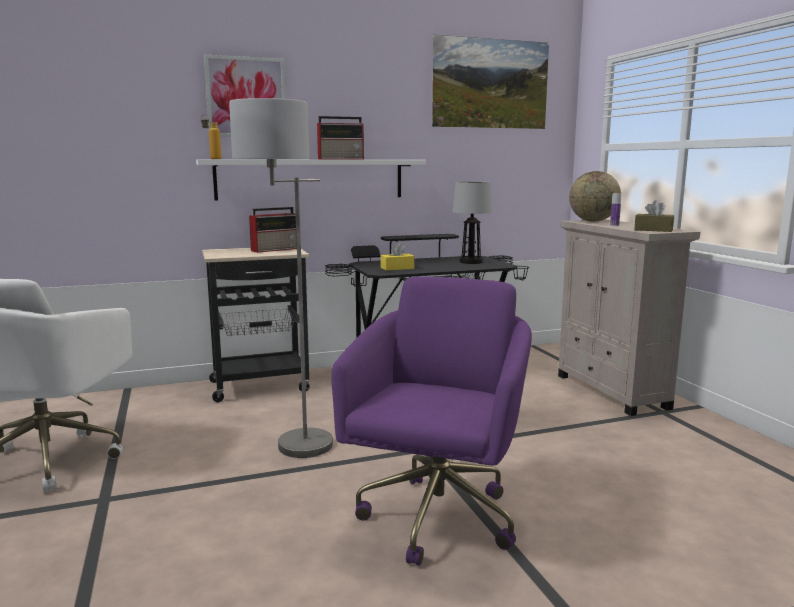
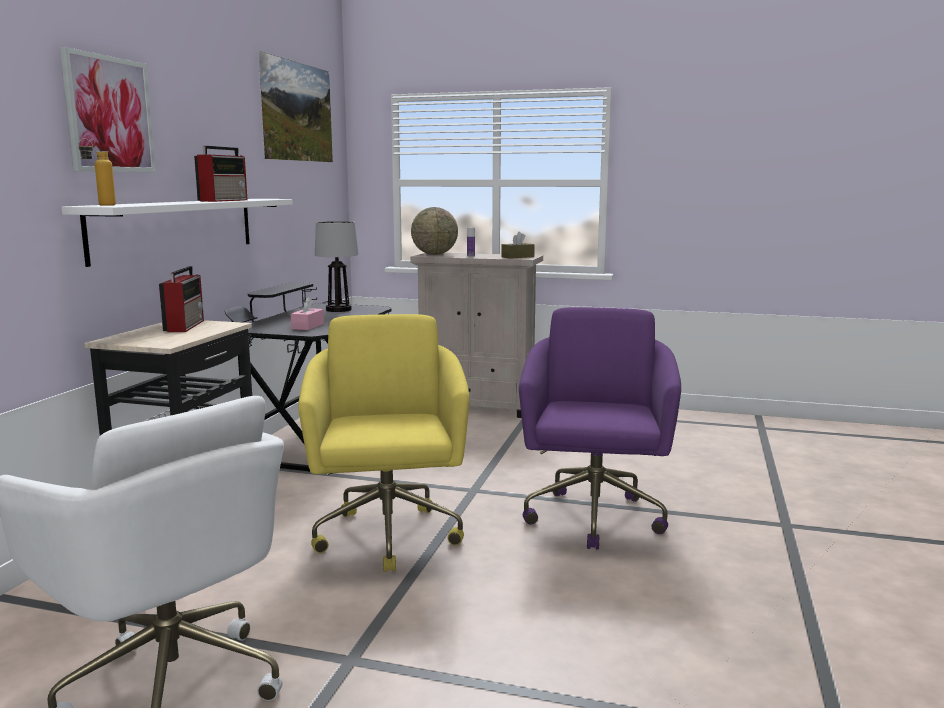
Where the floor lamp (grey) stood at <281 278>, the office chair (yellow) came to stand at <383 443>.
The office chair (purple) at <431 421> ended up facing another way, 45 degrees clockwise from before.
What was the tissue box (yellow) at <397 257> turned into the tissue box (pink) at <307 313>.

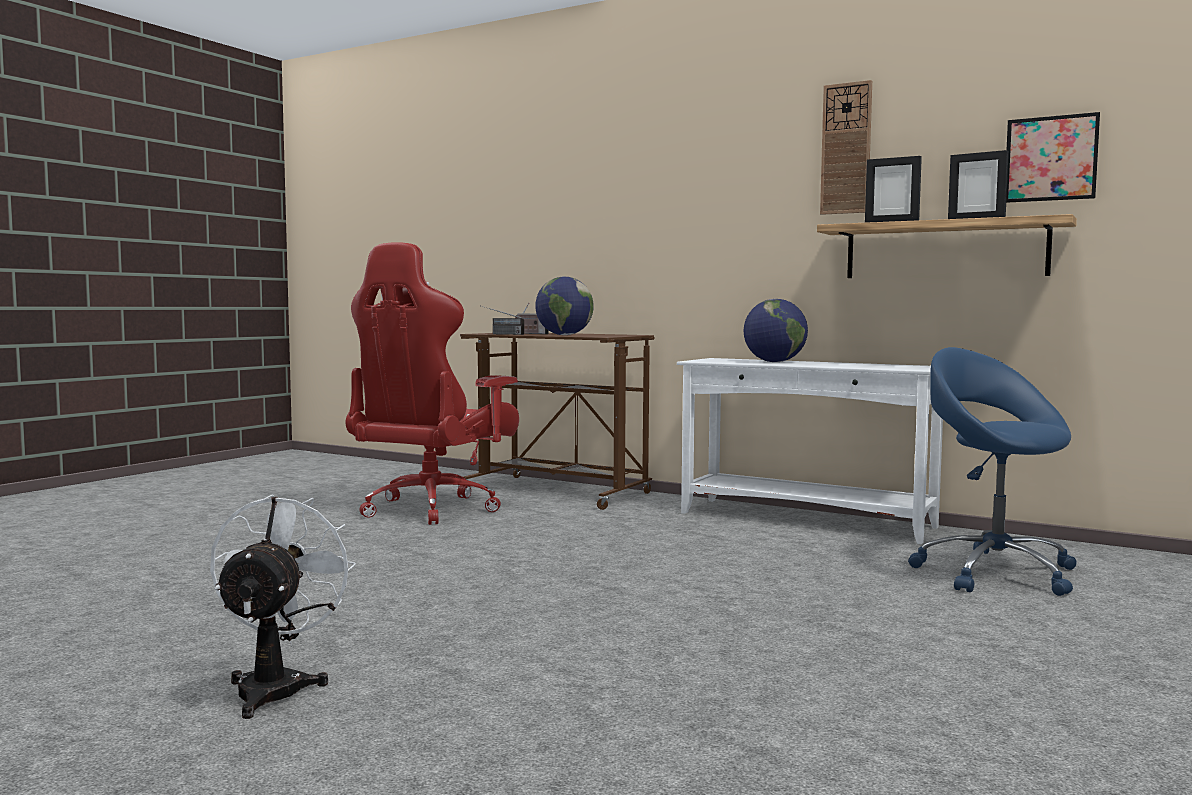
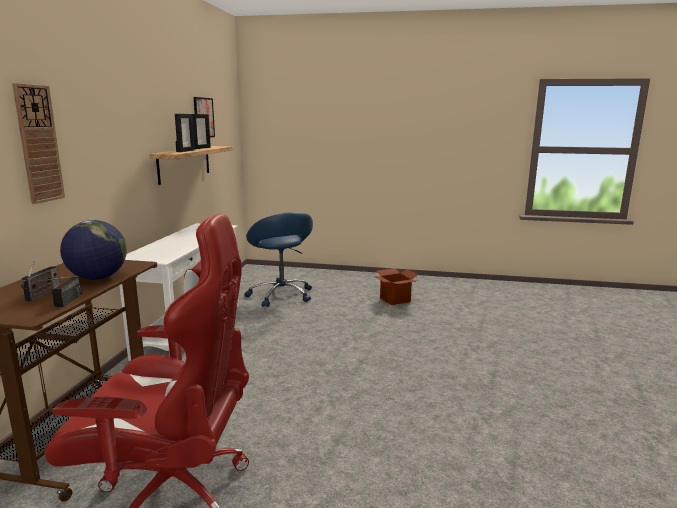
The second view lost the fan (white) at <283 607>.
The second view lost the globe at <776 330>.
The wall clock ended up elsewhere, having gone from <846 147> to <38 143>.
The office chair (blue) at <992 471> ended up facing another way, 60 degrees counterclockwise from before.
The second view gained the cardboard box at <396 286>.

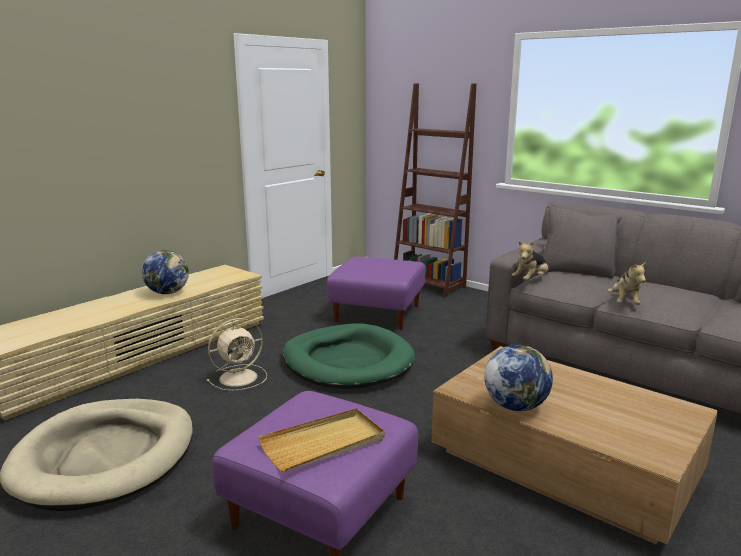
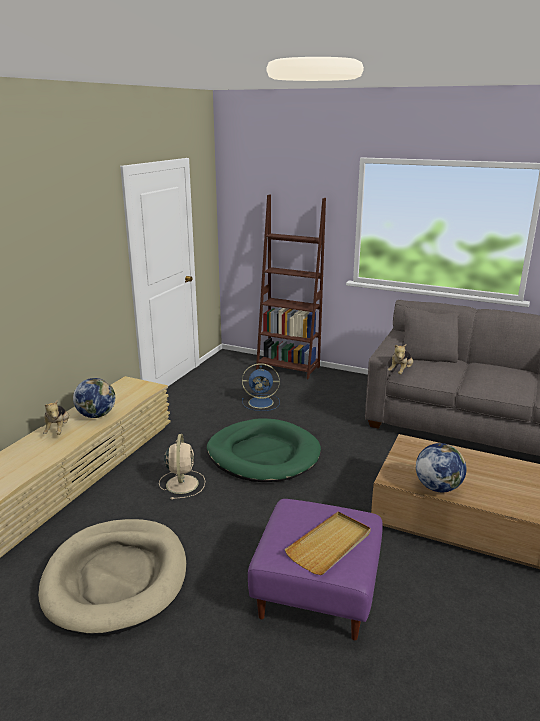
The fan (beige) at <237 354> ended up facing another way, 45 degrees counterclockwise from before.
Where the ottoman (purple) stood at <376 293>, the fan (blue) came to stand at <261 387>.
The plush toy ended up elsewhere, having gone from <627 283> to <56 417>.

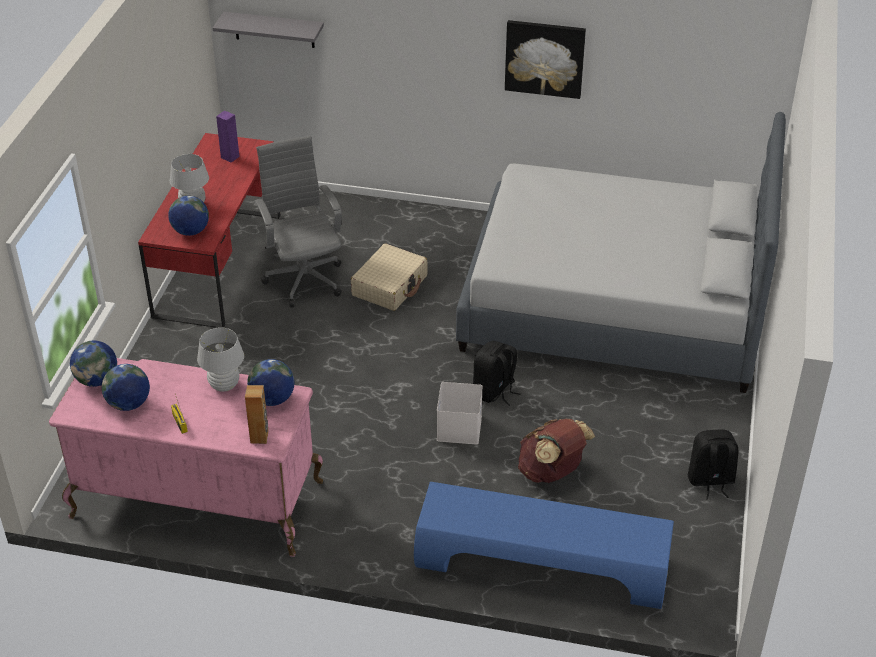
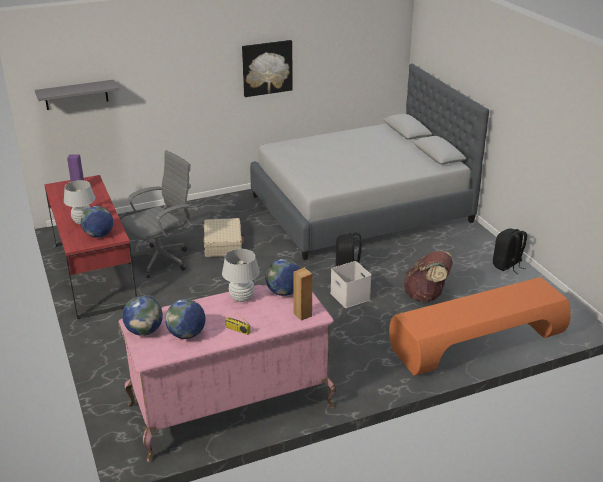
The office chair (grey) at <298 221> ended up facing another way, 105 degrees clockwise from before.
What was the bench (blue) at <544 545> turned into the bench (orange) at <480 326>.

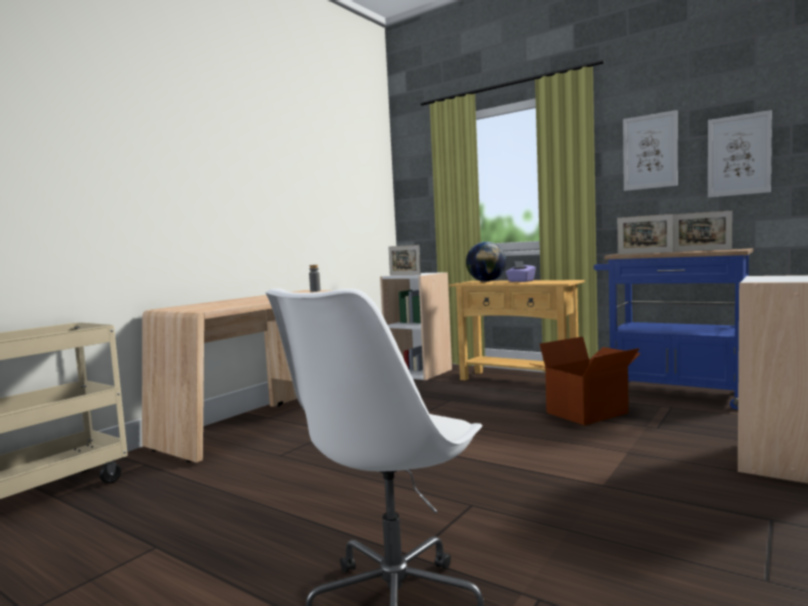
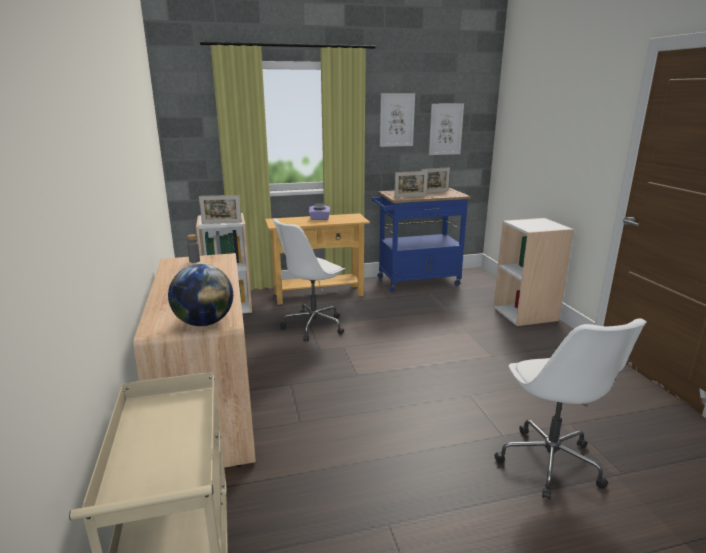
The globe ended up elsewhere, having gone from <486 262> to <200 295>.
The second view lost the cardboard box at <586 380>.
The second view gained the office chair (white) at <308 279>.

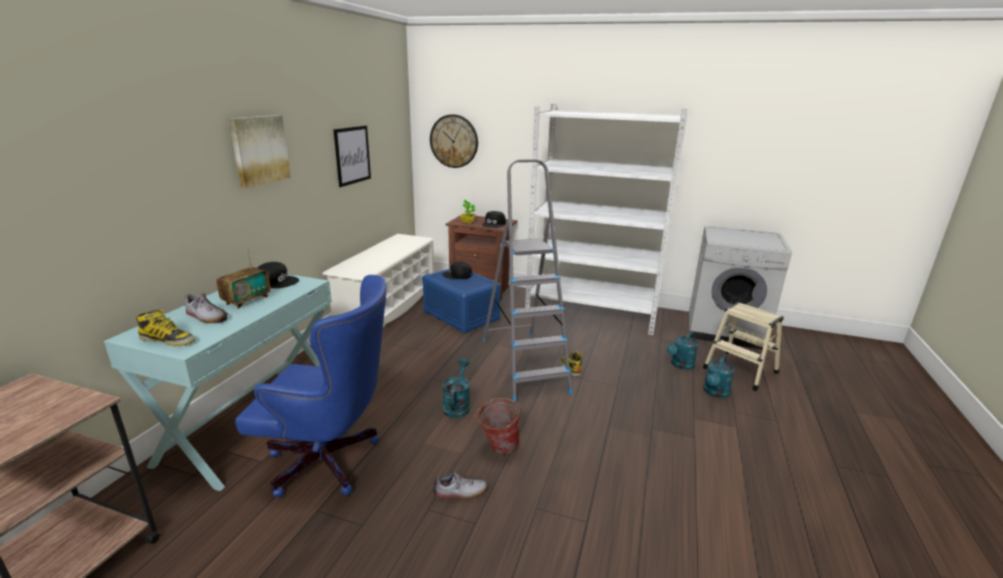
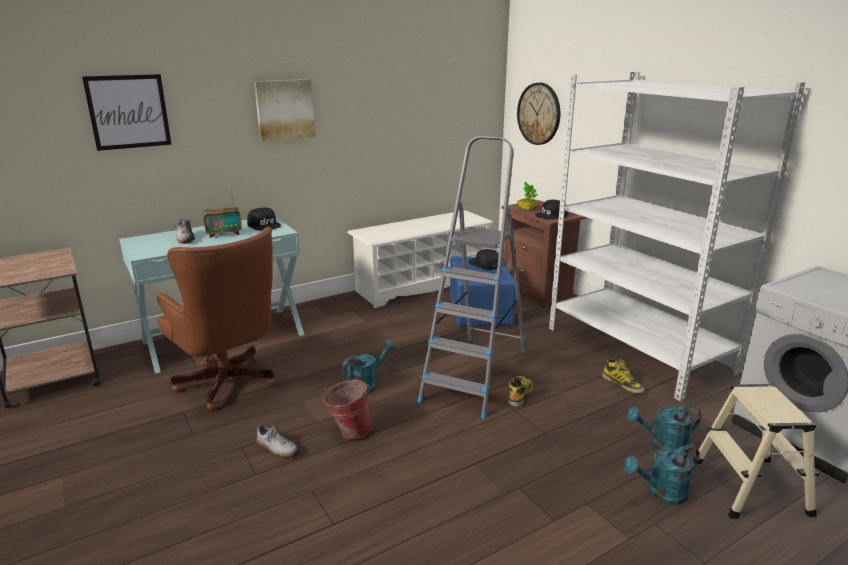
The boot ended up elsewhere, having gone from <165 327> to <623 376>.
What was the office chair (blue) at <310 386> turned into the office chair (brown) at <216 319>.
The picture ended up elsewhere, having gone from <352 156> to <127 112>.

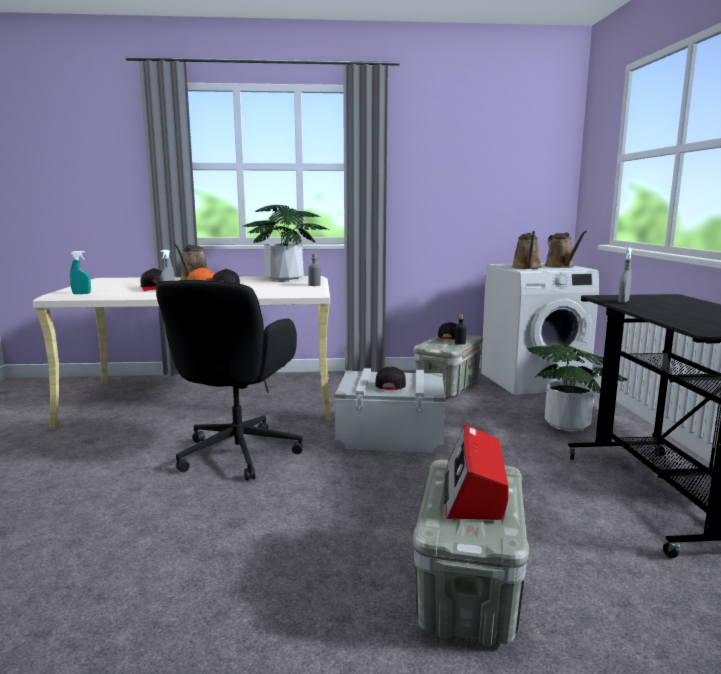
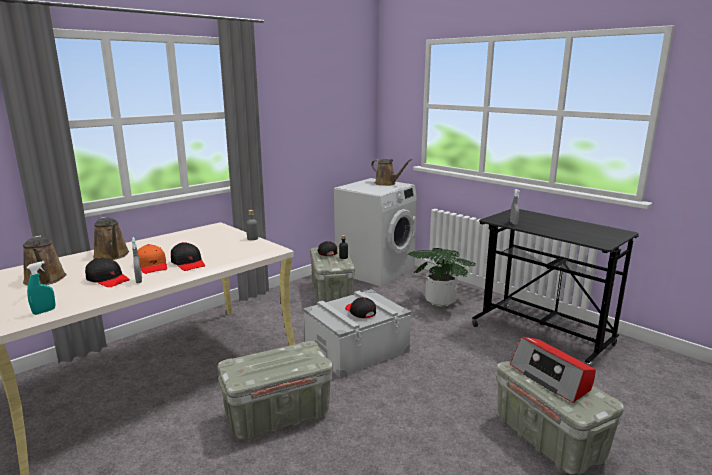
Where the office chair (black) stood at <229 380>, the storage box (grey) came to stand at <275 390>.
The second view lost the potted plant at <287 243>.
The watering can (brown) ended up elsewhere, having gone from <526 250> to <44 260>.

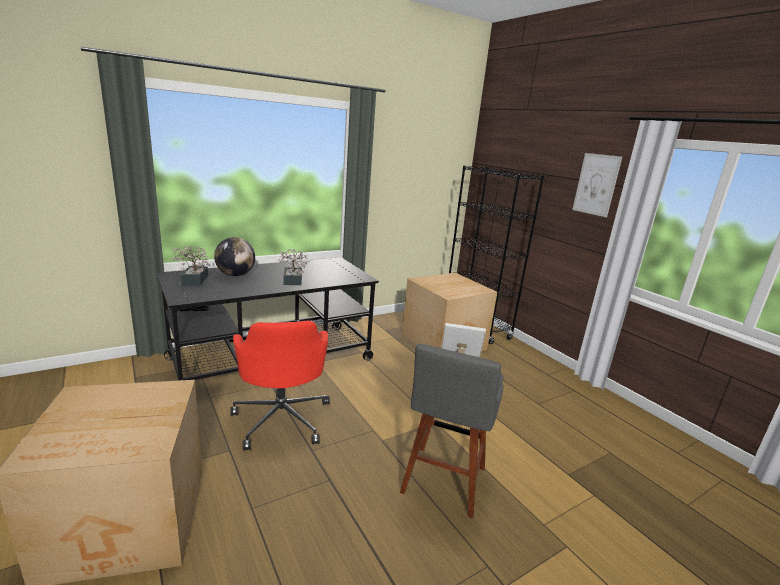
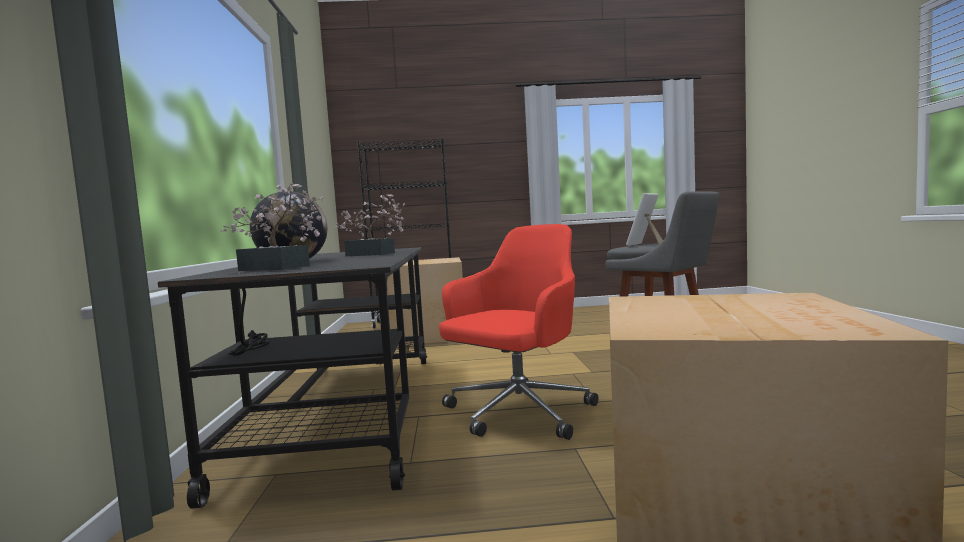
The office chair (red) at <280 385> ended up facing another way, 60 degrees counterclockwise from before.
The second view lost the picture at <597 185>.

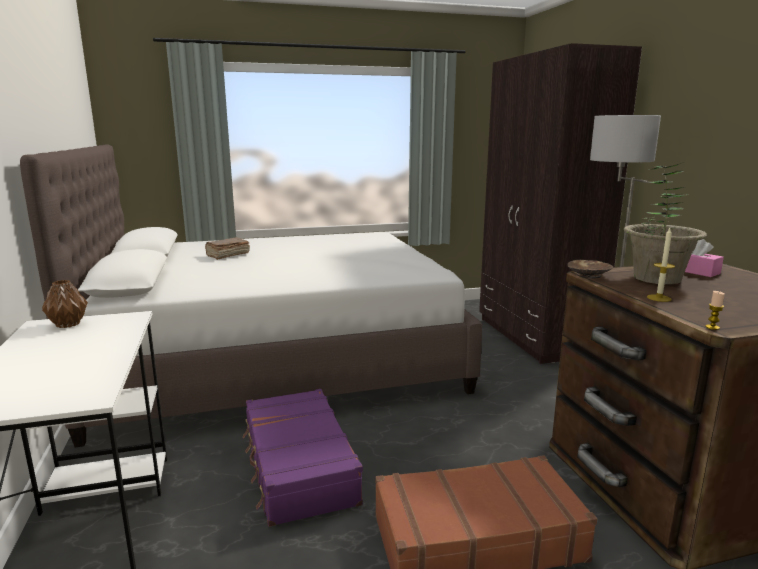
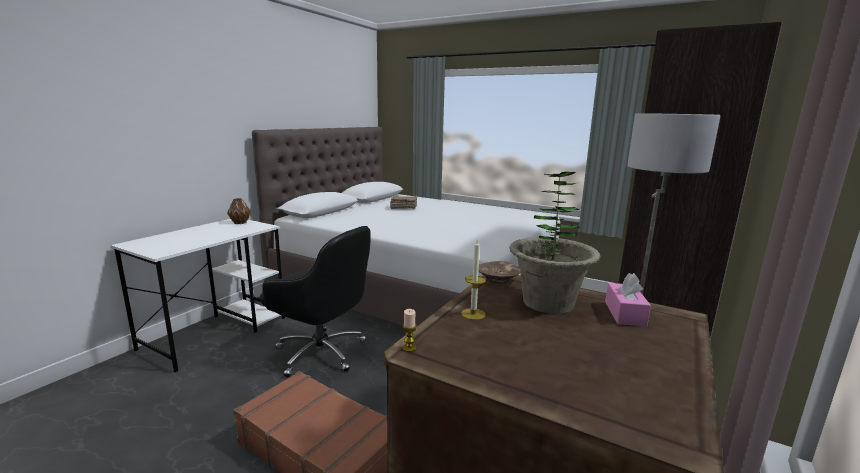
Where the suitcase (purple) stood at <303 458>, the office chair (black) came to stand at <315 301>.

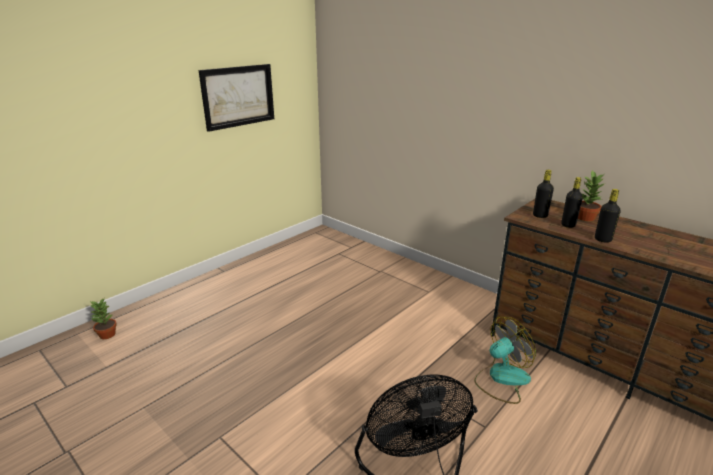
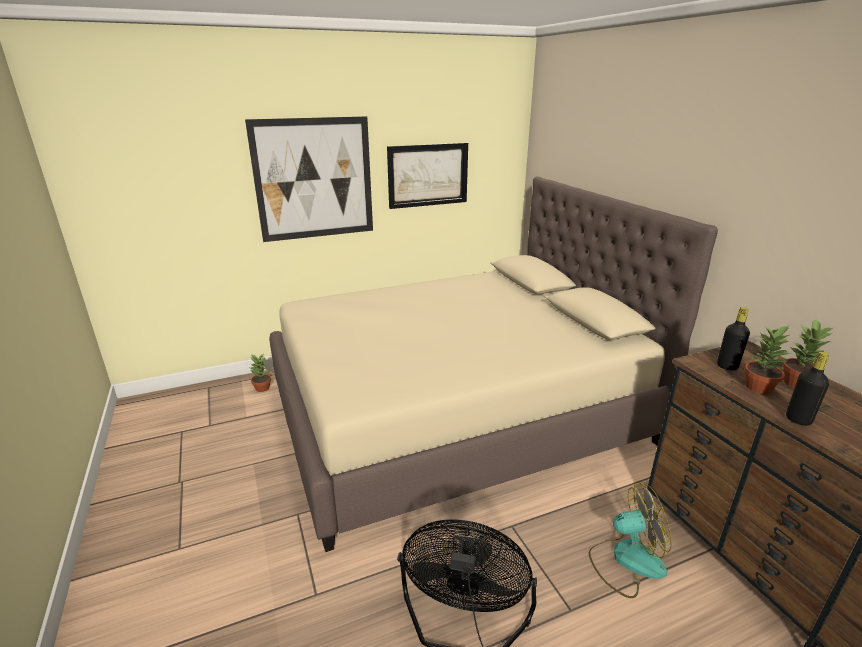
Where the bottle (black) stood at <572 202>, the potted plant came to stand at <767 360>.
The second view gained the picture at <309 179>.
The second view gained the bed (beige) at <493 364>.

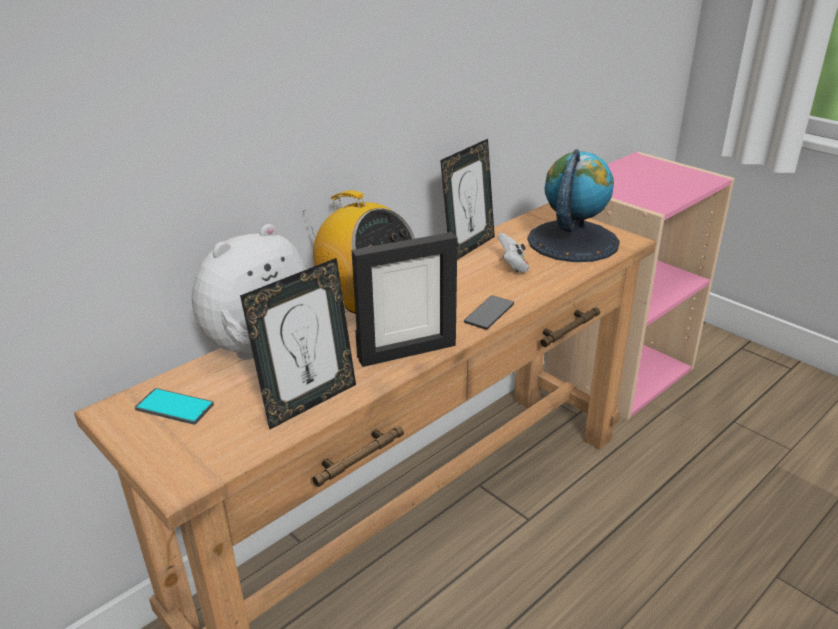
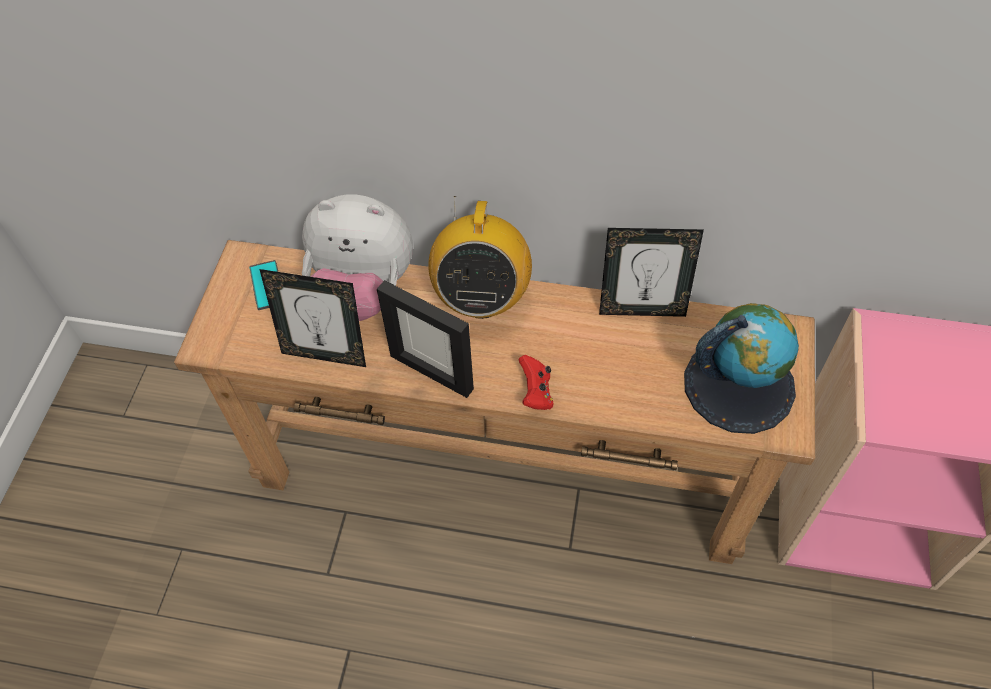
Where the phone stood at <489 312>, the game controller (red) came to stand at <535 382>.
The second view lost the game controller (white) at <513 252>.

